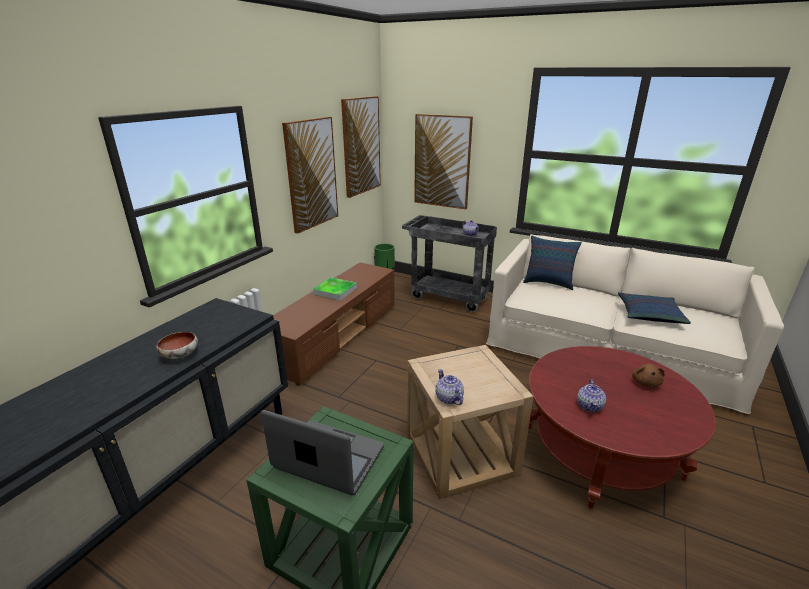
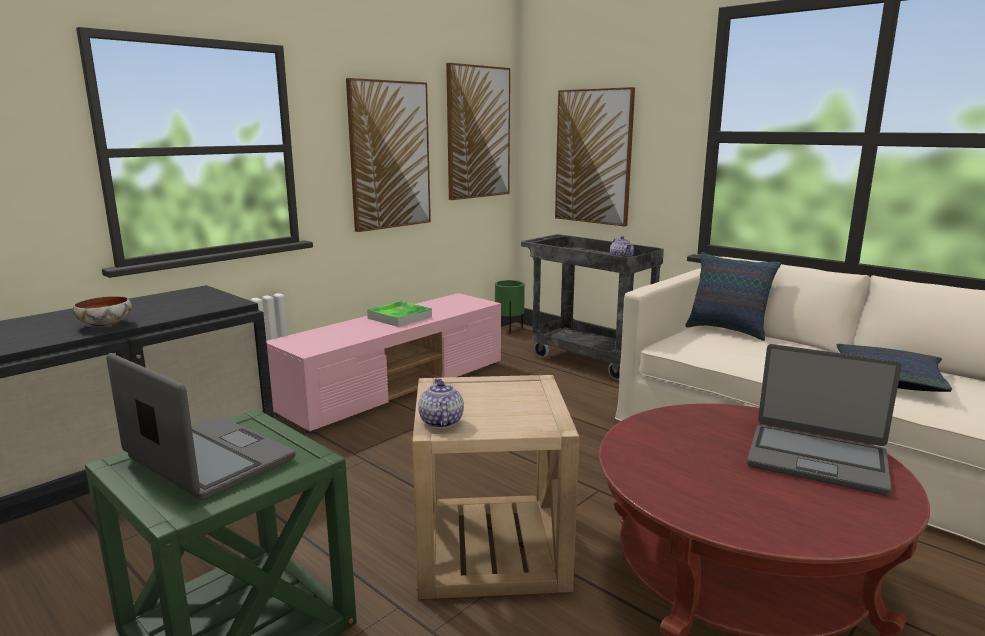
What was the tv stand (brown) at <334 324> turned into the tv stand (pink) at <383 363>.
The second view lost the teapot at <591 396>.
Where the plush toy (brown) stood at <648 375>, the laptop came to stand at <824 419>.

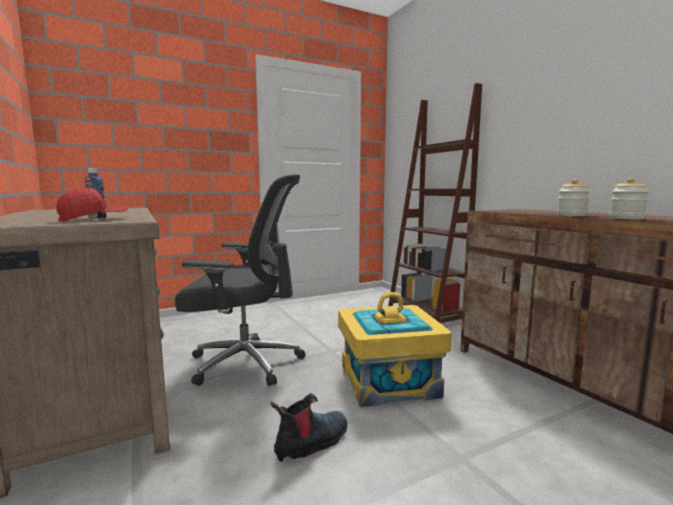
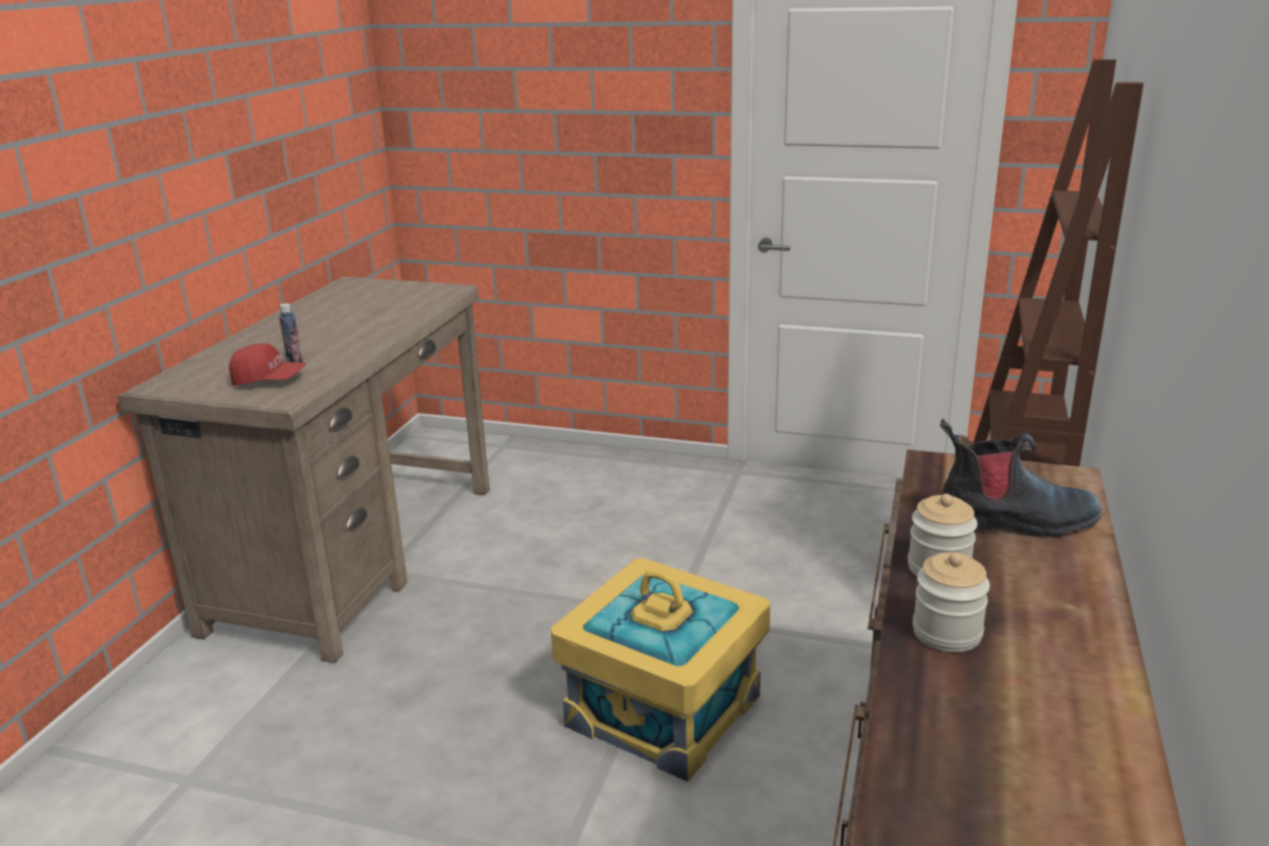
The second view lost the office chair at <240 280>.
The boot ended up elsewhere, having gone from <309 427> to <1021 478>.

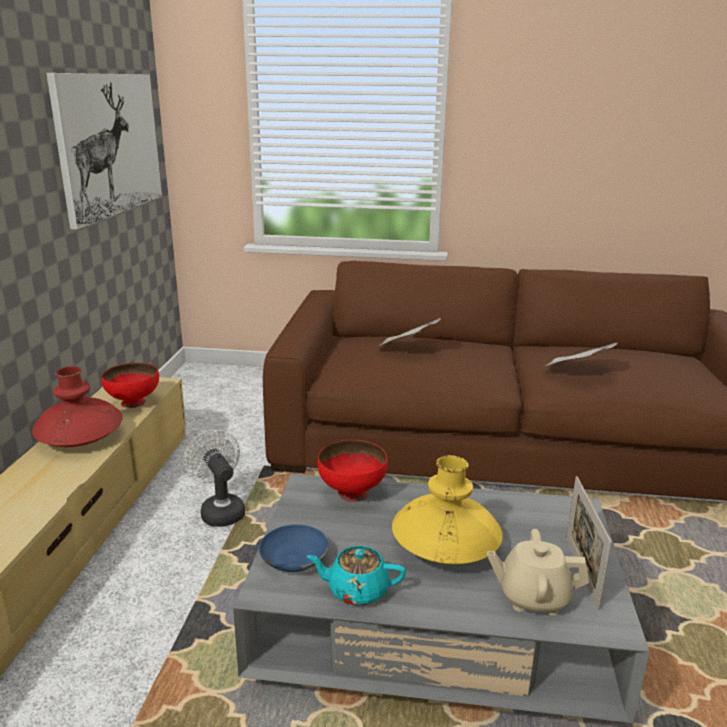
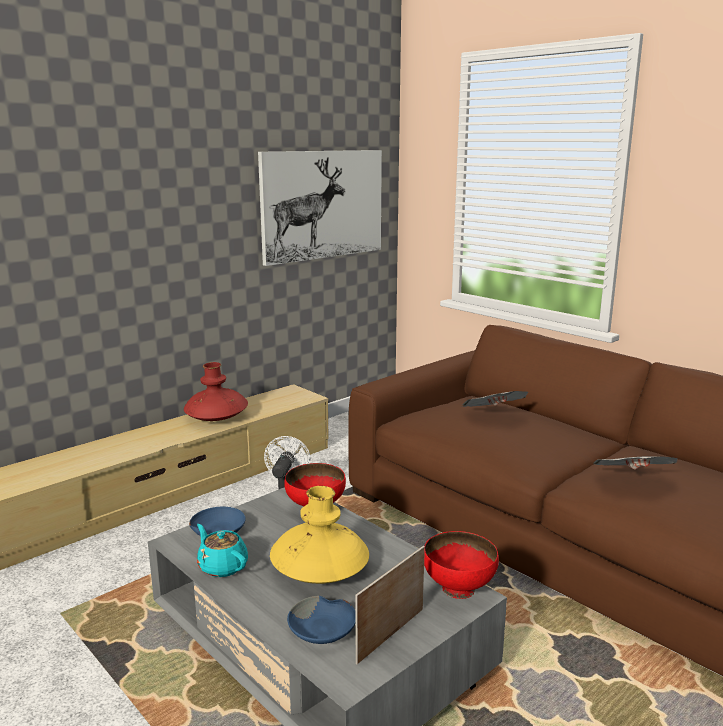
The bowl (red) ended up elsewhere, having gone from <130 385> to <461 565>.
Where the teapot (beige) stood at <538 572>, the bowl (blue) came to stand at <321 620>.

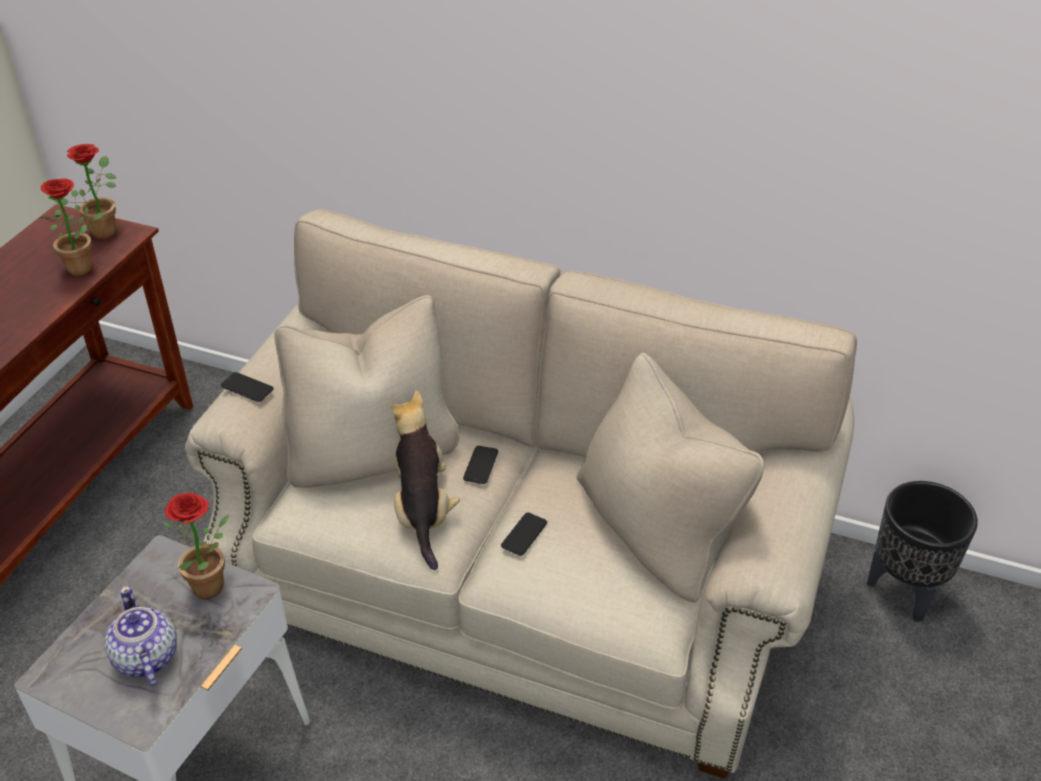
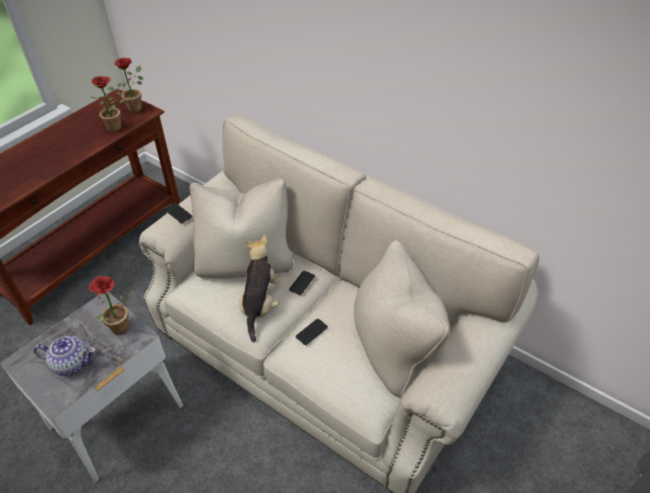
The teapot at <141 636> ended up facing another way, 105 degrees clockwise from before.
The second view lost the planter (black) at <922 551>.

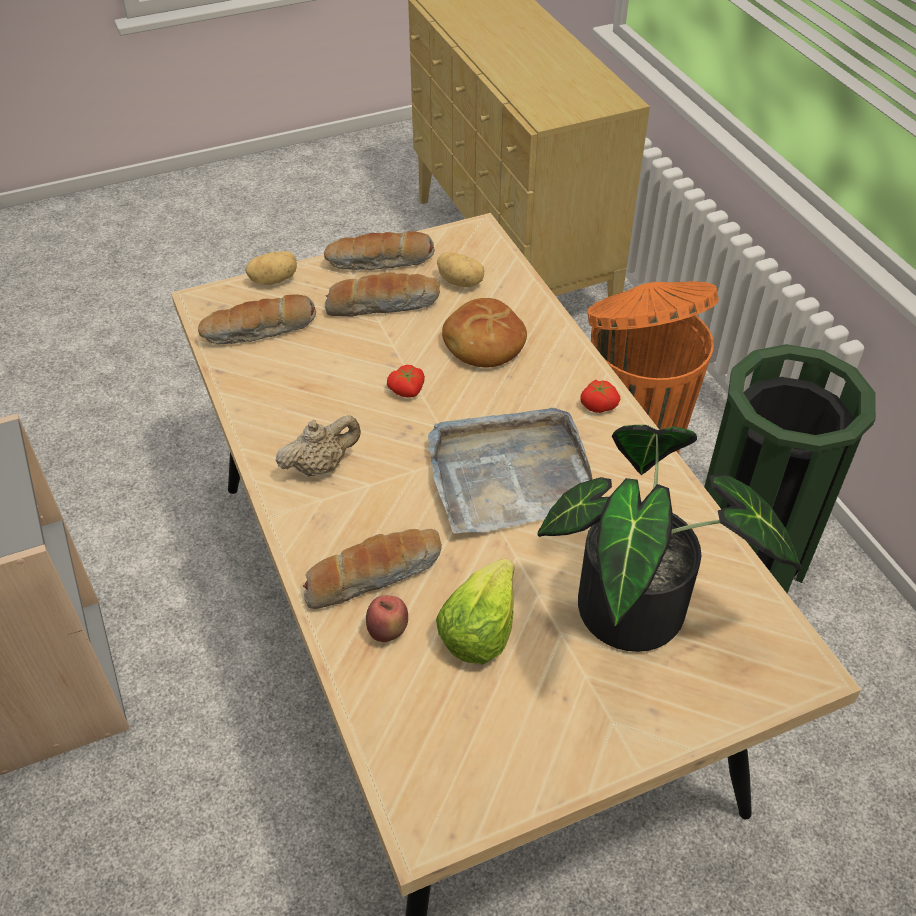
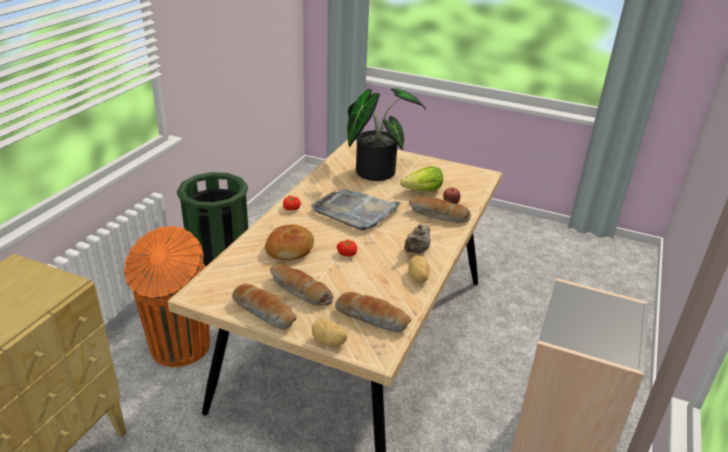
The teapot (beige) at <318 445> ended up facing another way, 75 degrees counterclockwise from before.
The potato ended up elsewhere, having gone from <460 269> to <419 269>.

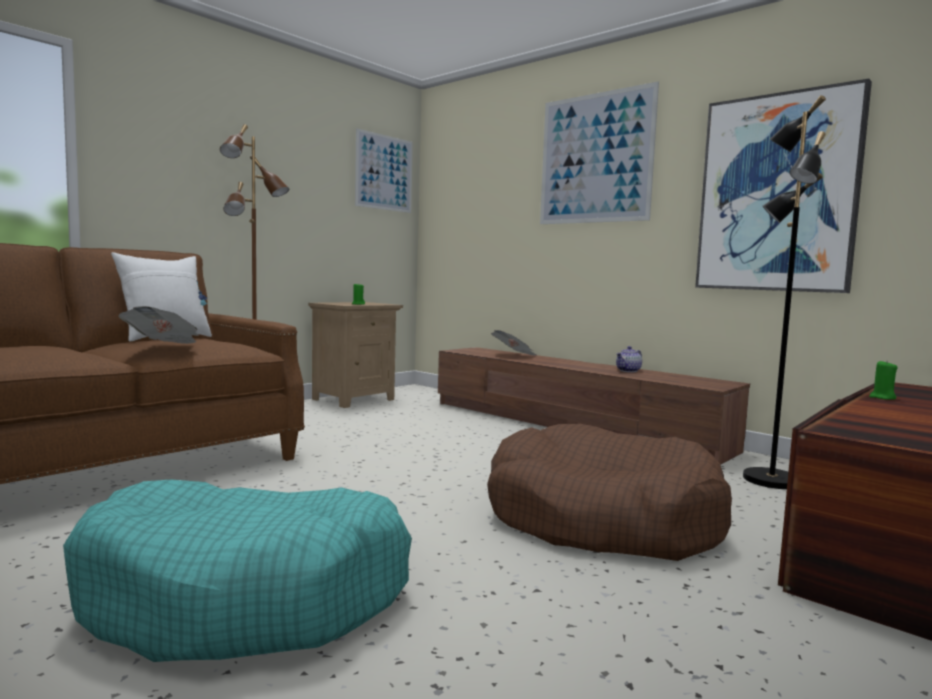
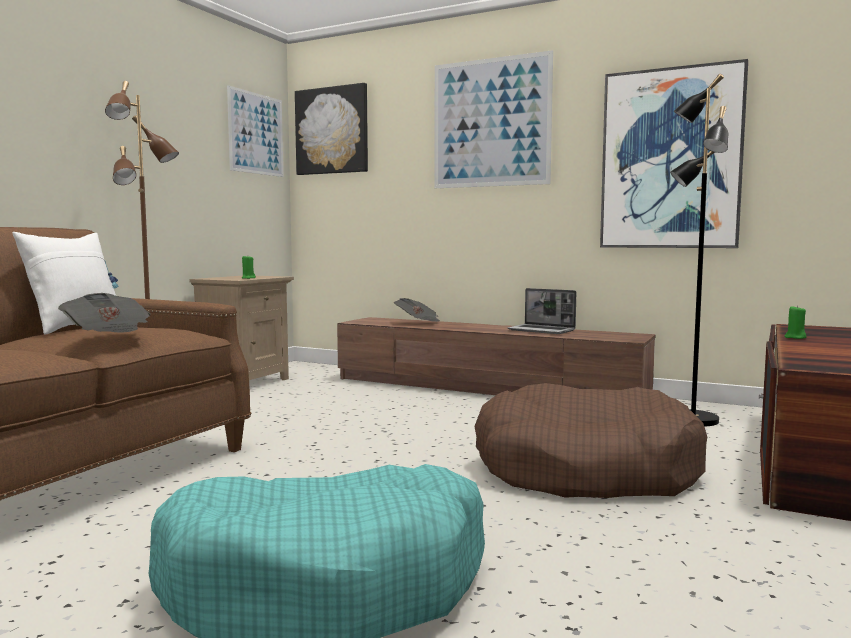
Where the teapot stood at <629 359>, the laptop came to stand at <541 311>.
The second view gained the picture at <331 129>.

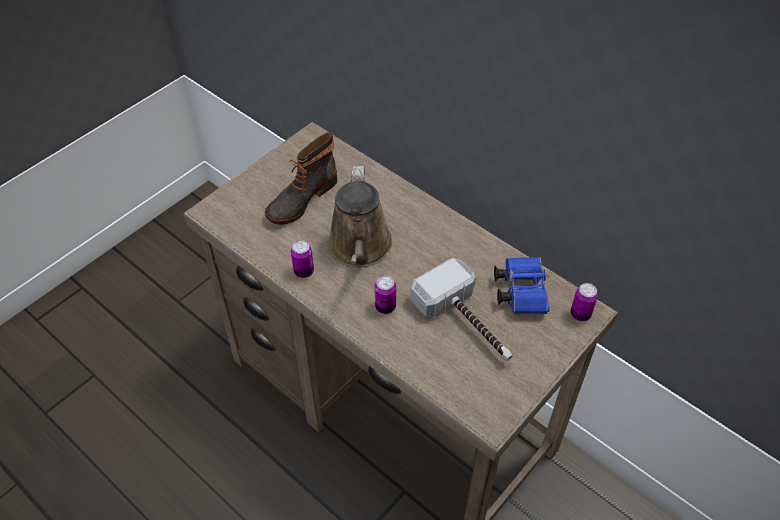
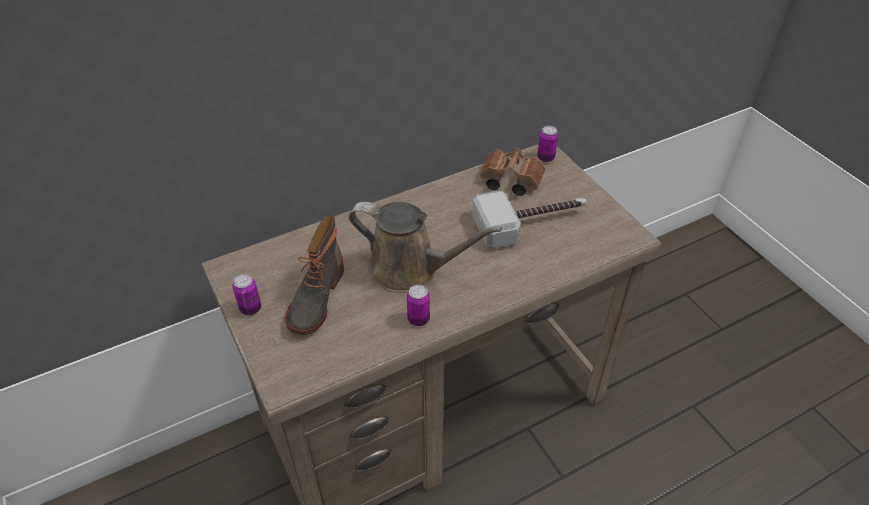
The boot at <301 178> ended up facing another way, 45 degrees clockwise from before.
The can ended up elsewhere, having gone from <385 295> to <246 294>.
What was the binoculars (blue) at <522 285> turned into the binoculars (brown) at <512 172>.

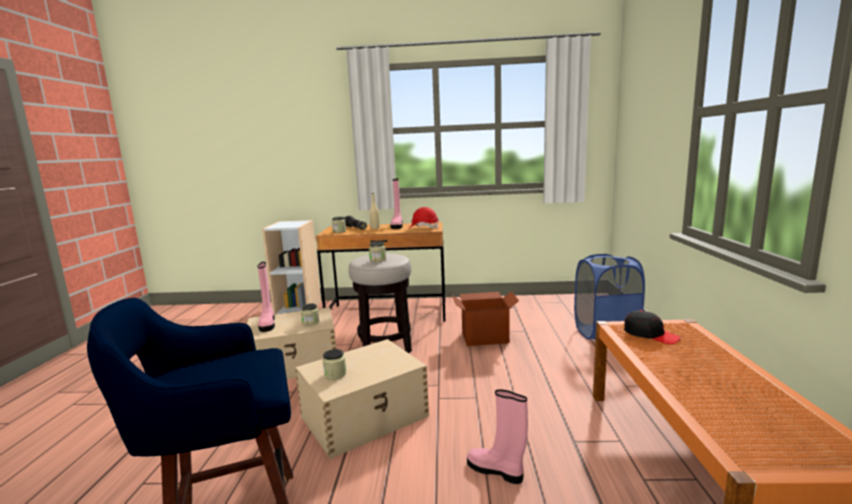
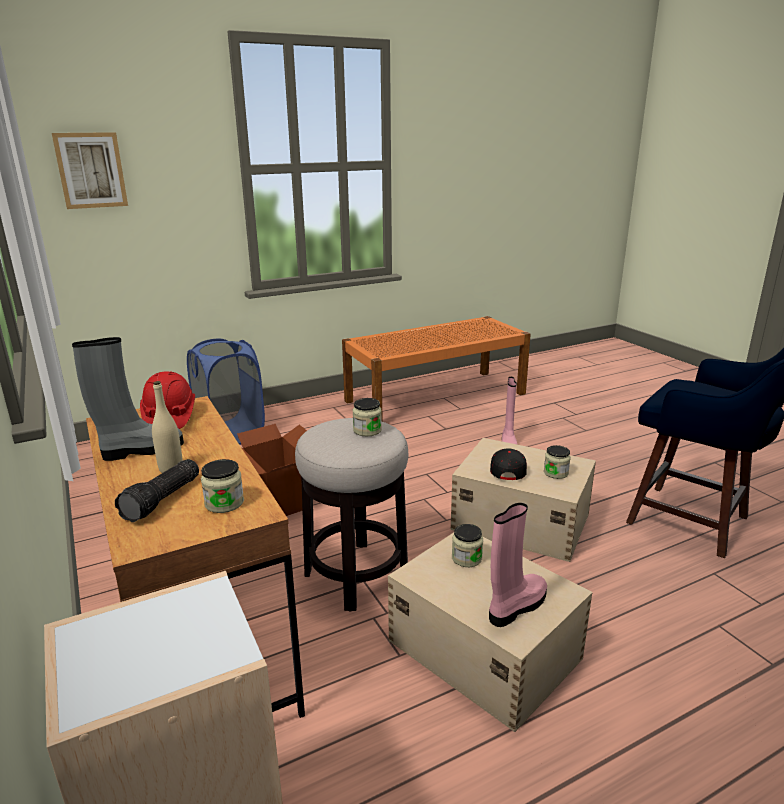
What was the boot (pink) at <396 203> turned into the boot (grey) at <128 399>.
The cap (black) ended up elsewhere, having gone from <652 327> to <508 464>.
The second view gained the picture at <90 170>.

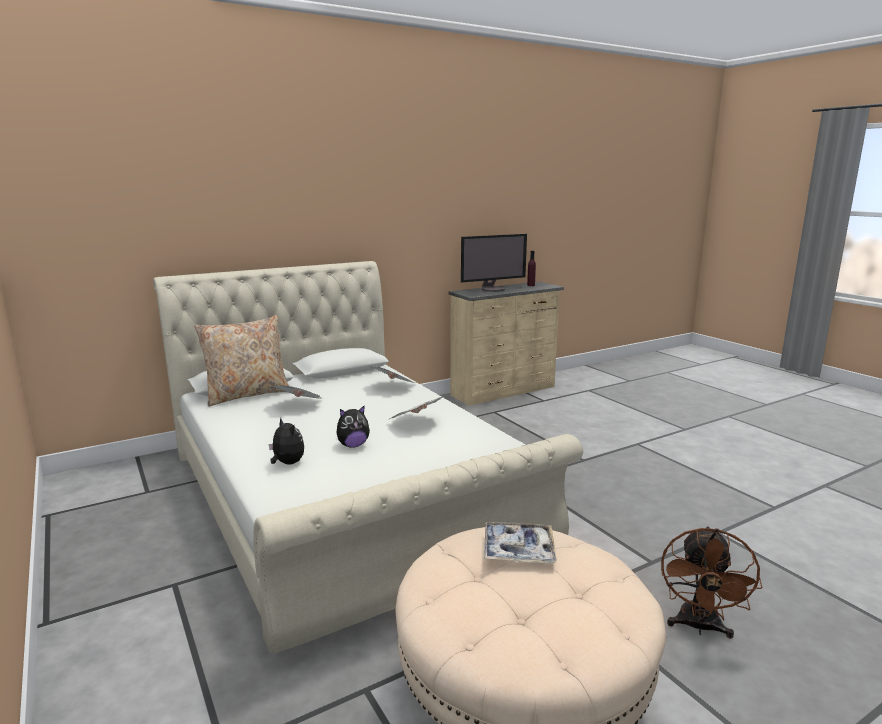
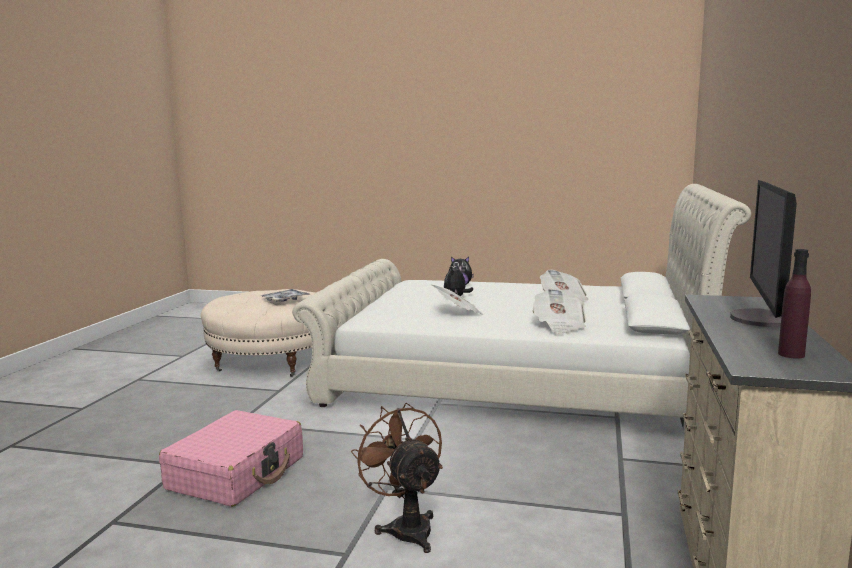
The second view lost the pillow (beige) at <241 361>.
The fan (brown) ended up elsewhere, having gone from <711 582> to <397 478>.
The second view gained the suitcase (pink) at <231 458>.

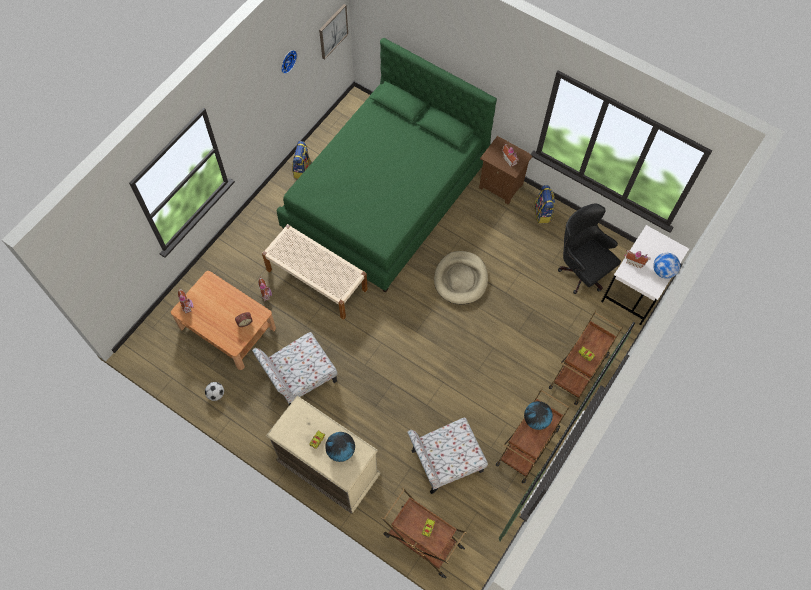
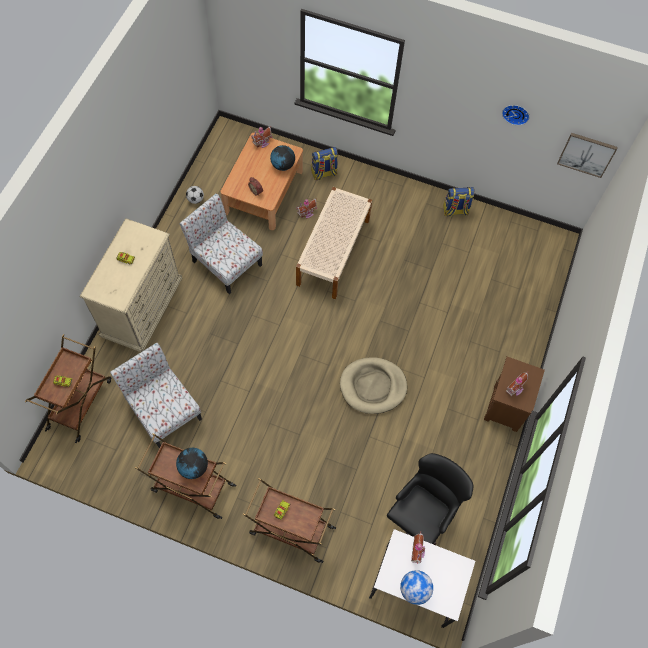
The second view lost the bed (green) at <387 165>.
The globe ended up elsewhere, having gone from <340 447> to <282 158>.
The backpack ended up elsewhere, having gone from <544 204> to <324 164>.

